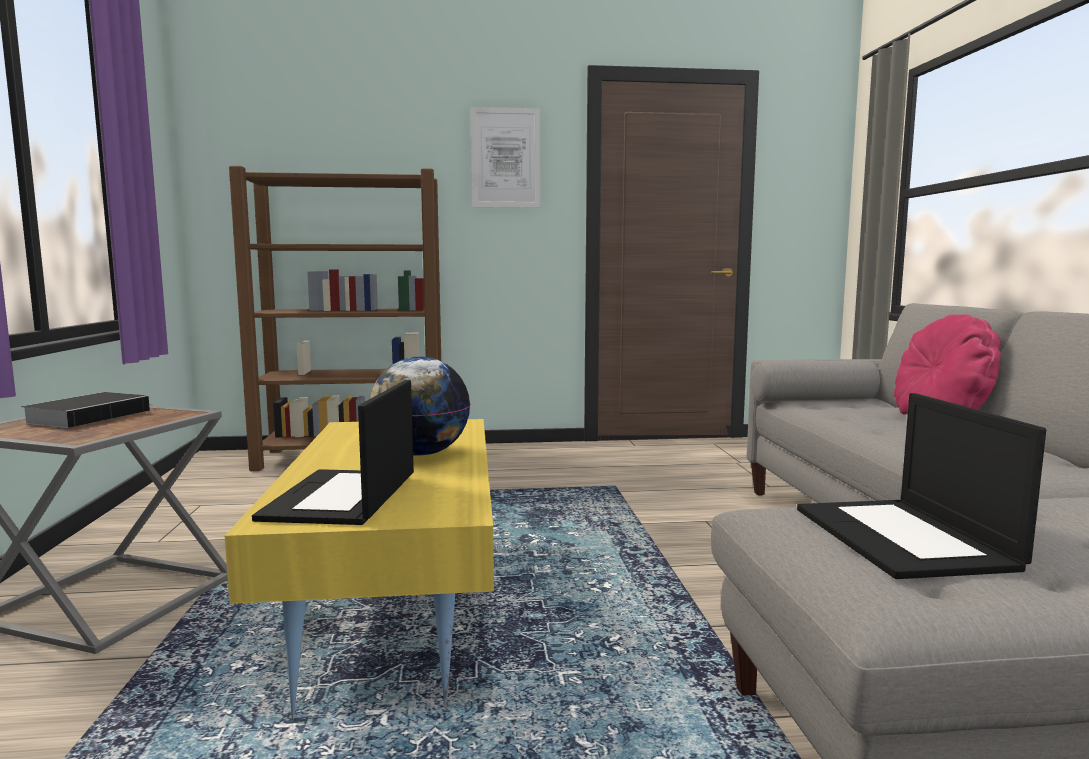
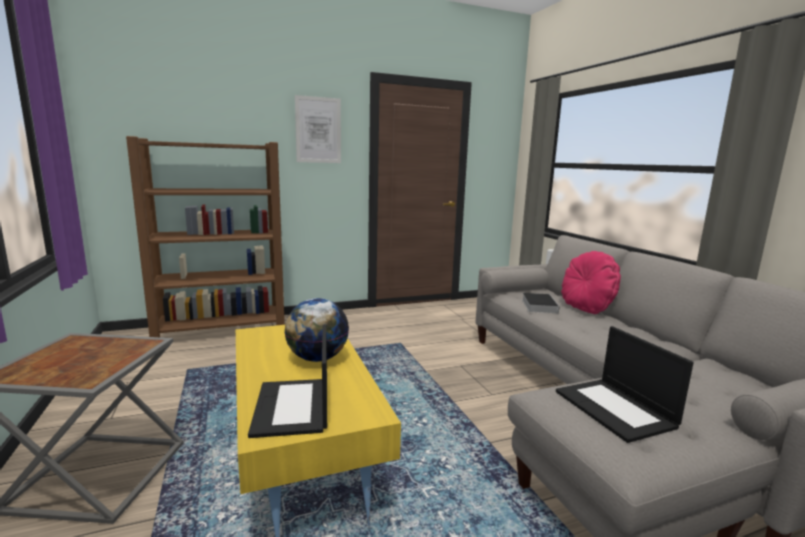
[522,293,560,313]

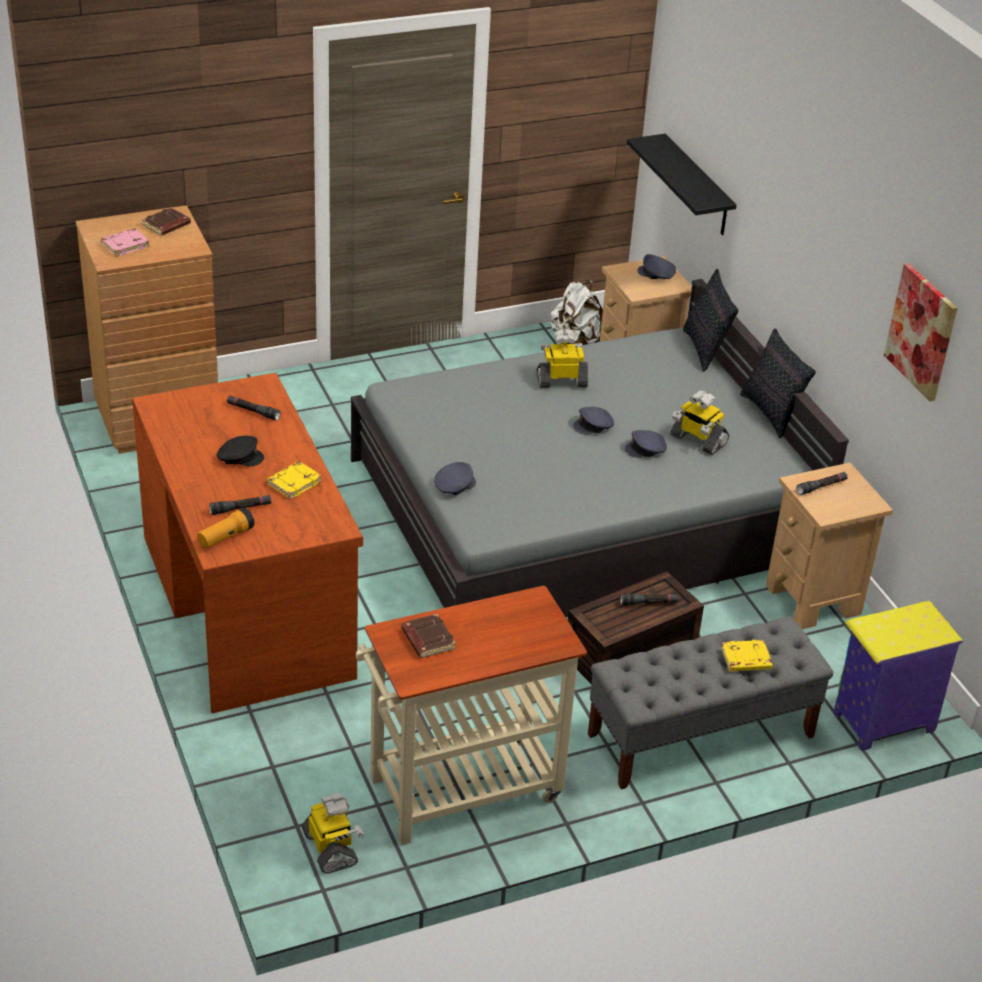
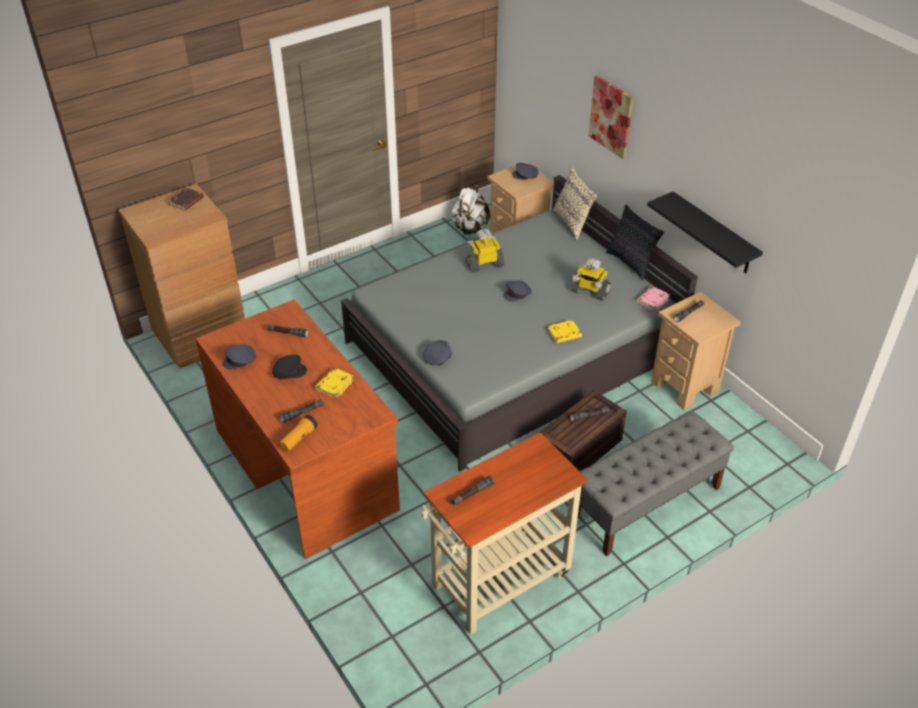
[647,191,763,273]
[637,286,670,311]
[589,75,633,159]
[552,167,597,240]
[223,345,256,370]
[834,600,963,751] (first image)
[451,476,495,506]
[547,320,582,343]
[302,793,364,874] (first image)

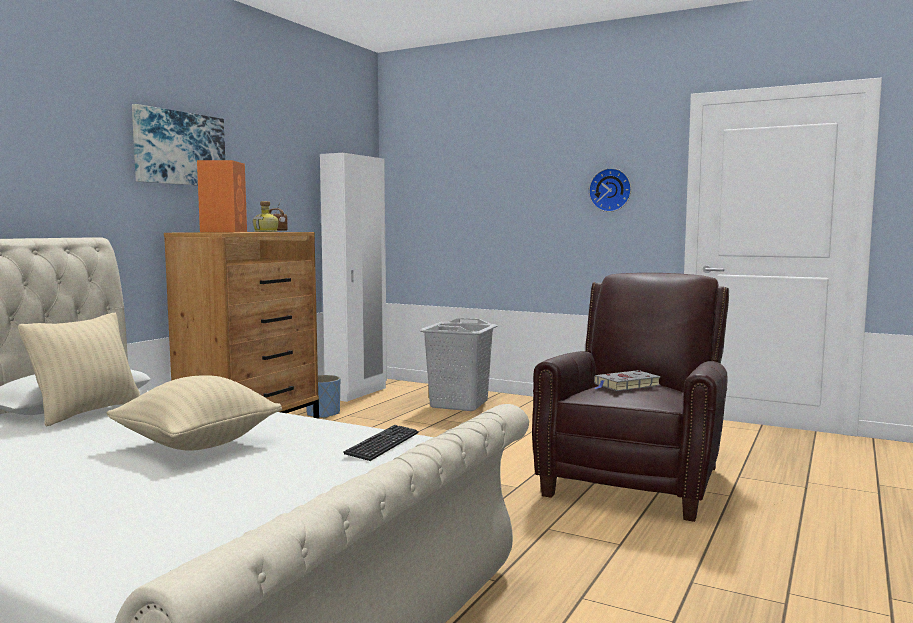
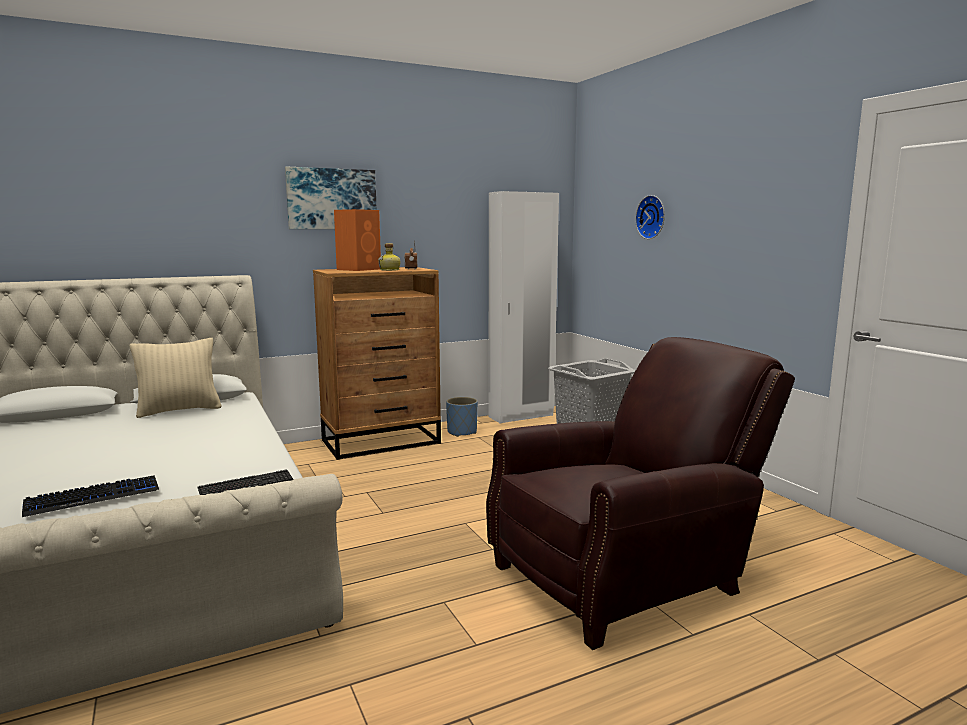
[635,195,665,239]
[594,370,661,391] (first image)
[107,375,282,451] (first image)
[22,475,159,517]

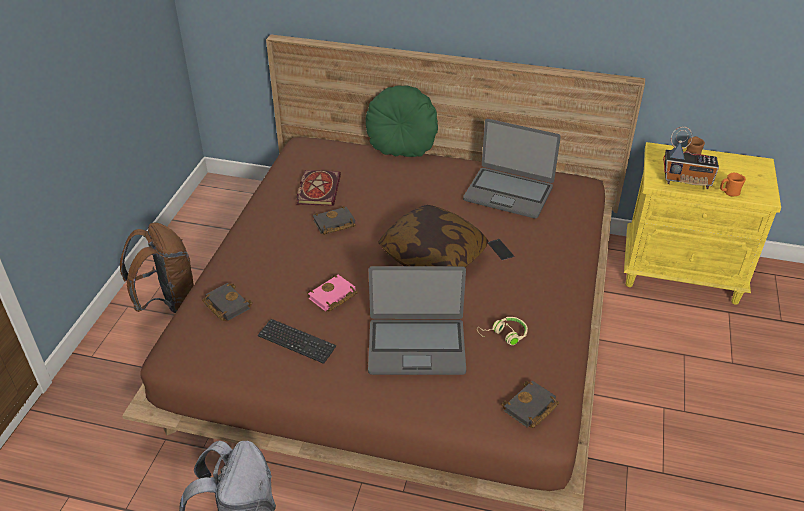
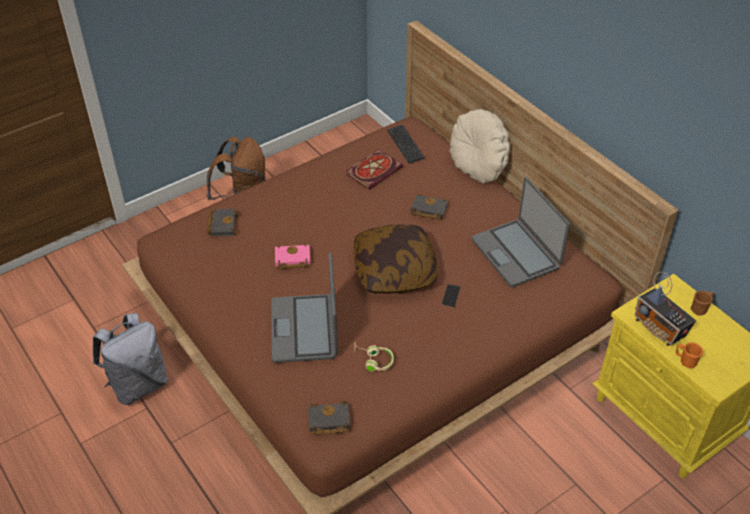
[450,109,510,184]
[411,194,448,220]
[271,253,338,363]
[387,124,425,164]

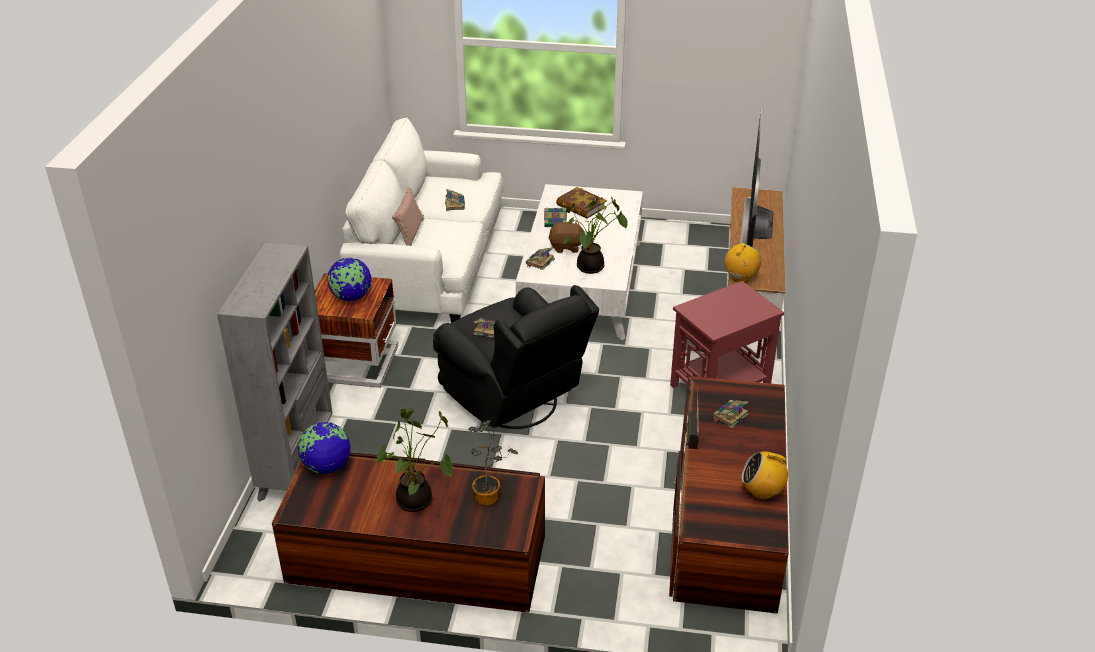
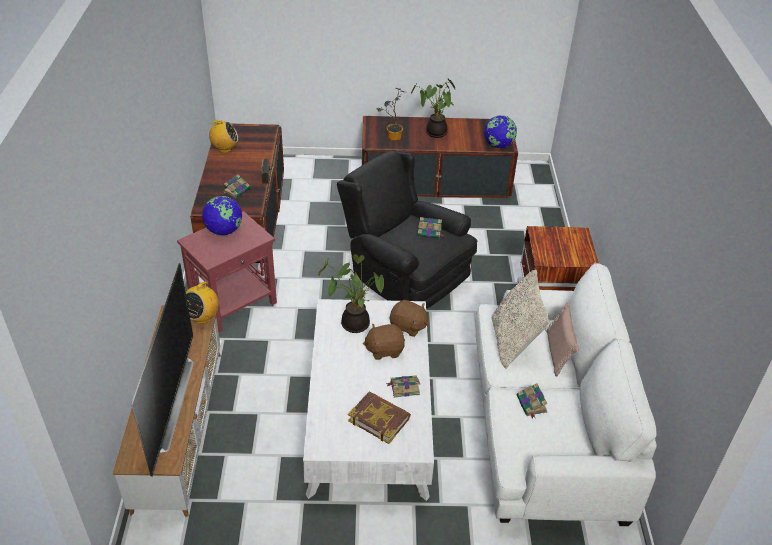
[217,242,333,502] (first image)
[390,300,429,337]
[202,196,242,235]
[492,270,550,369]

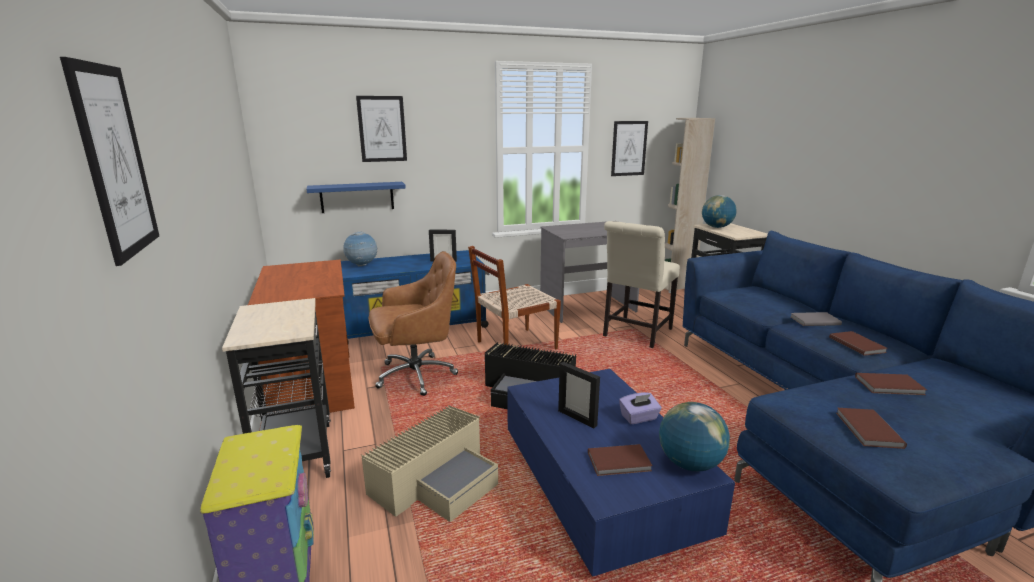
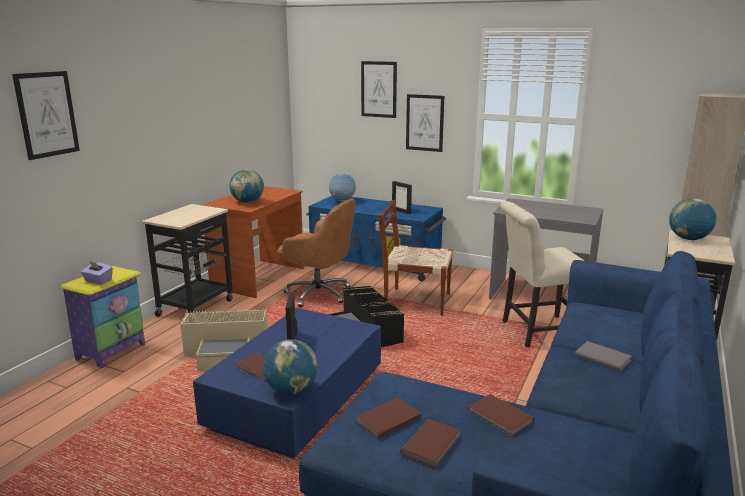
[406,94,444,152]
[306,182,406,213] (first image)
[400,419,461,468]
[81,261,113,284]
[230,169,264,203]

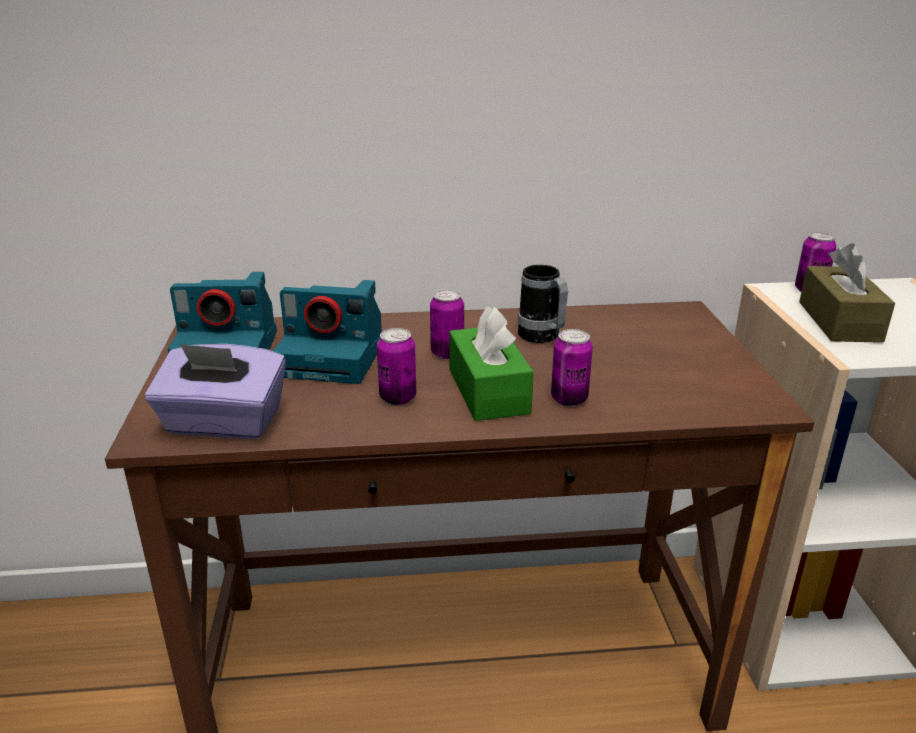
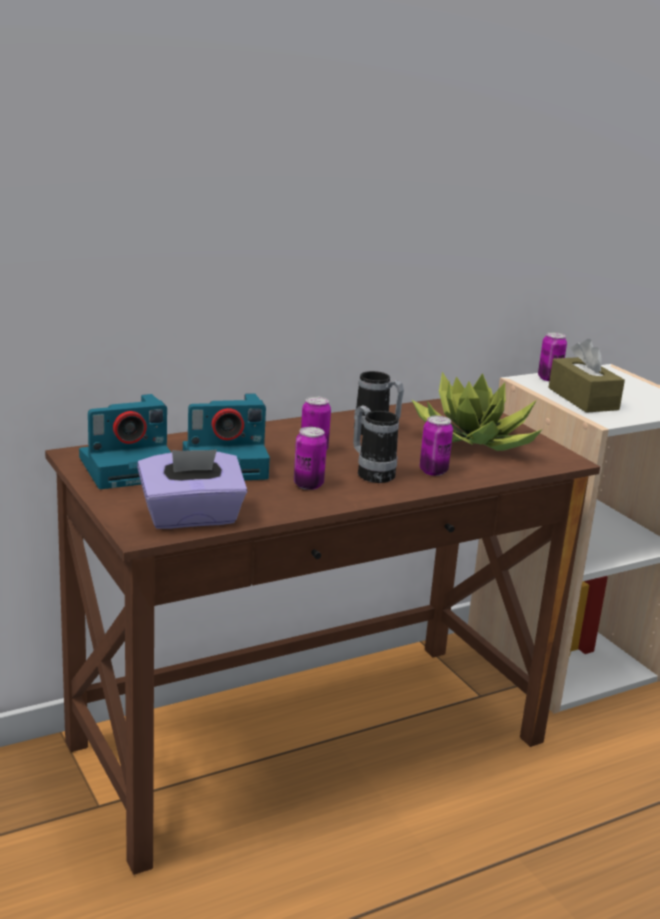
[353,405,399,483]
[411,372,543,451]

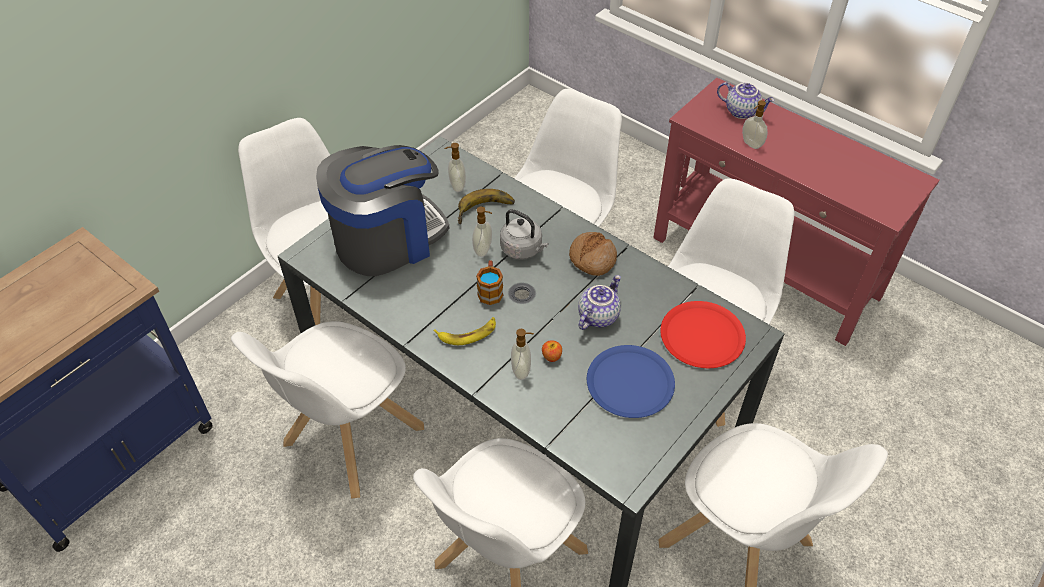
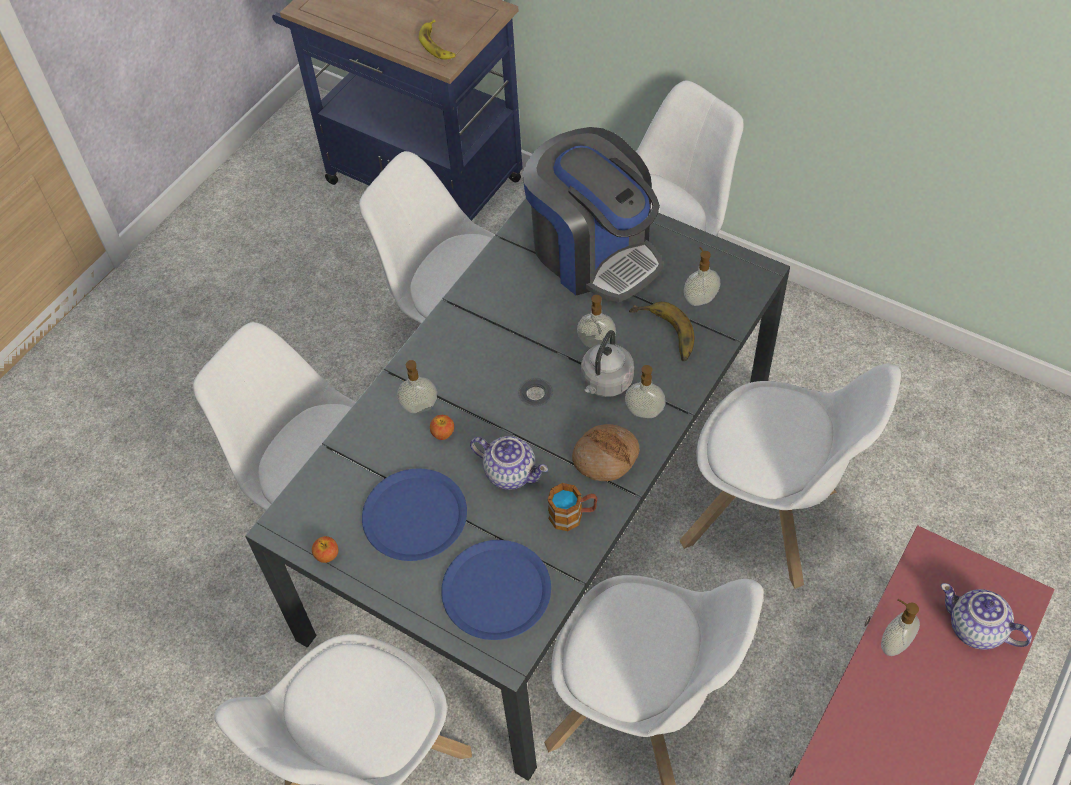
[941,583,1032,650]
[548,483,597,531]
[441,540,551,640]
[419,19,456,60]
[625,365,666,418]
[312,536,338,563]

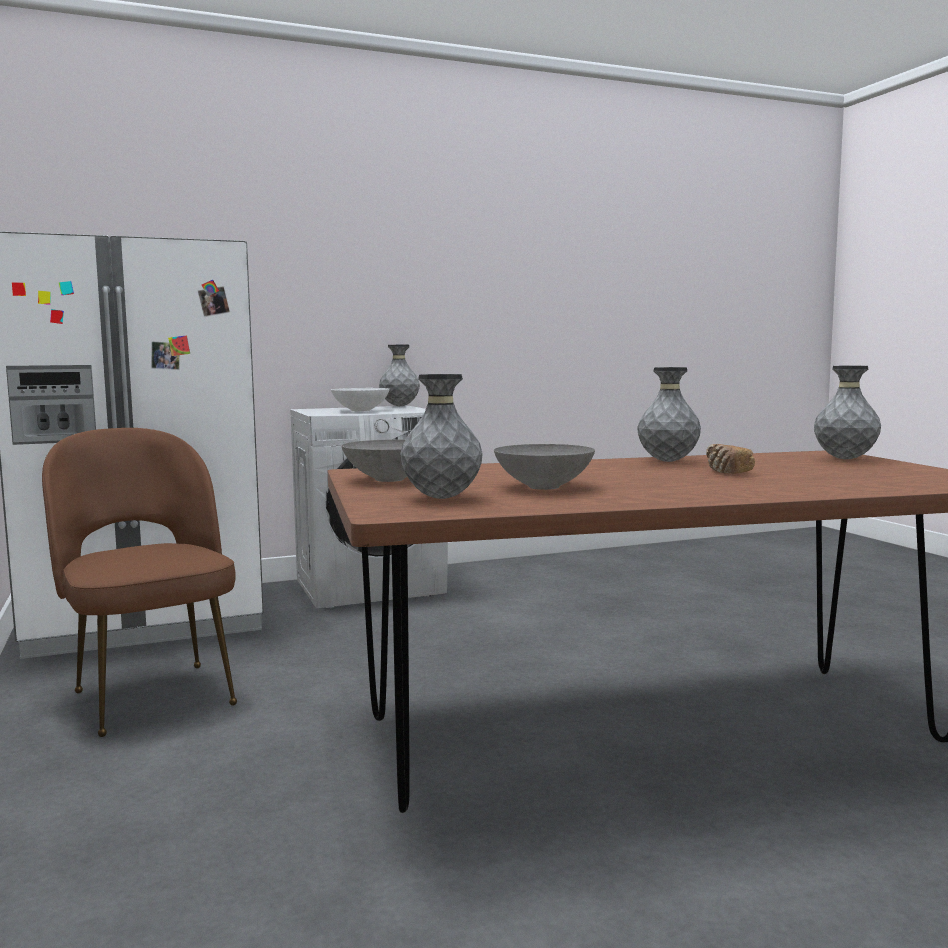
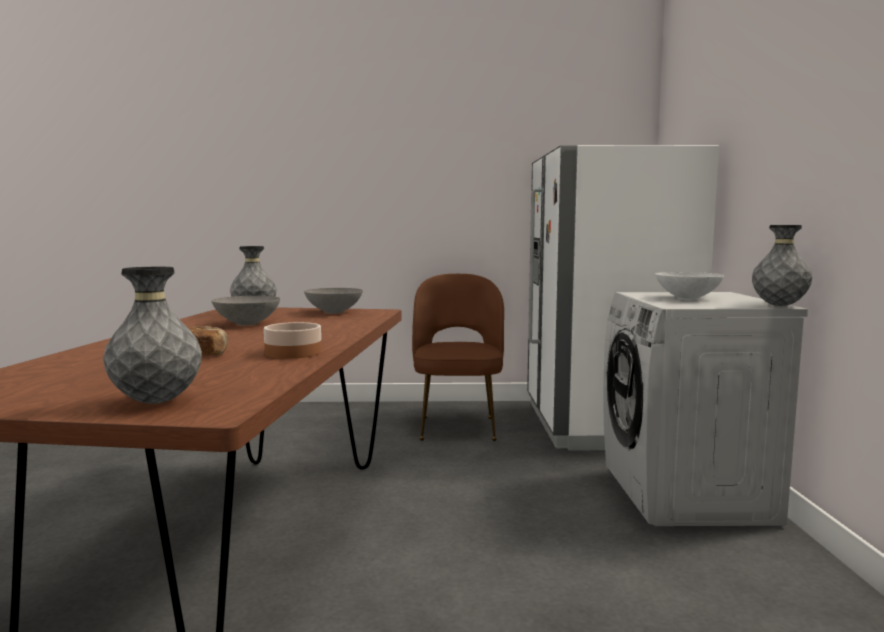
[264,322,321,359]
[412,274,504,441]

